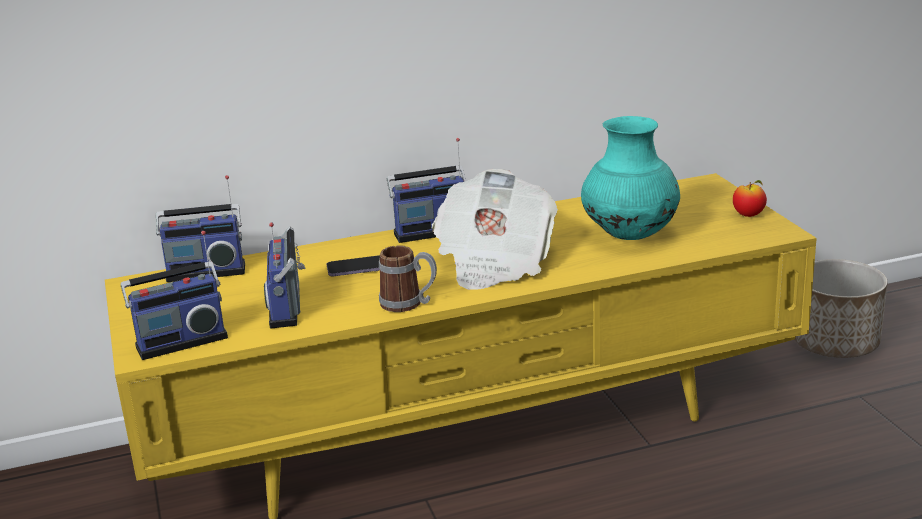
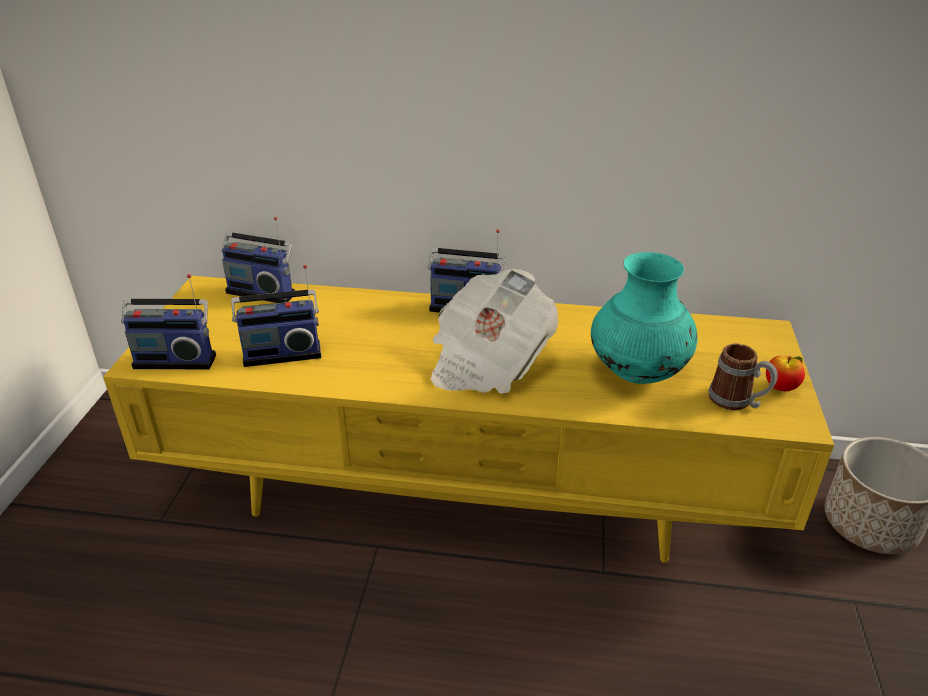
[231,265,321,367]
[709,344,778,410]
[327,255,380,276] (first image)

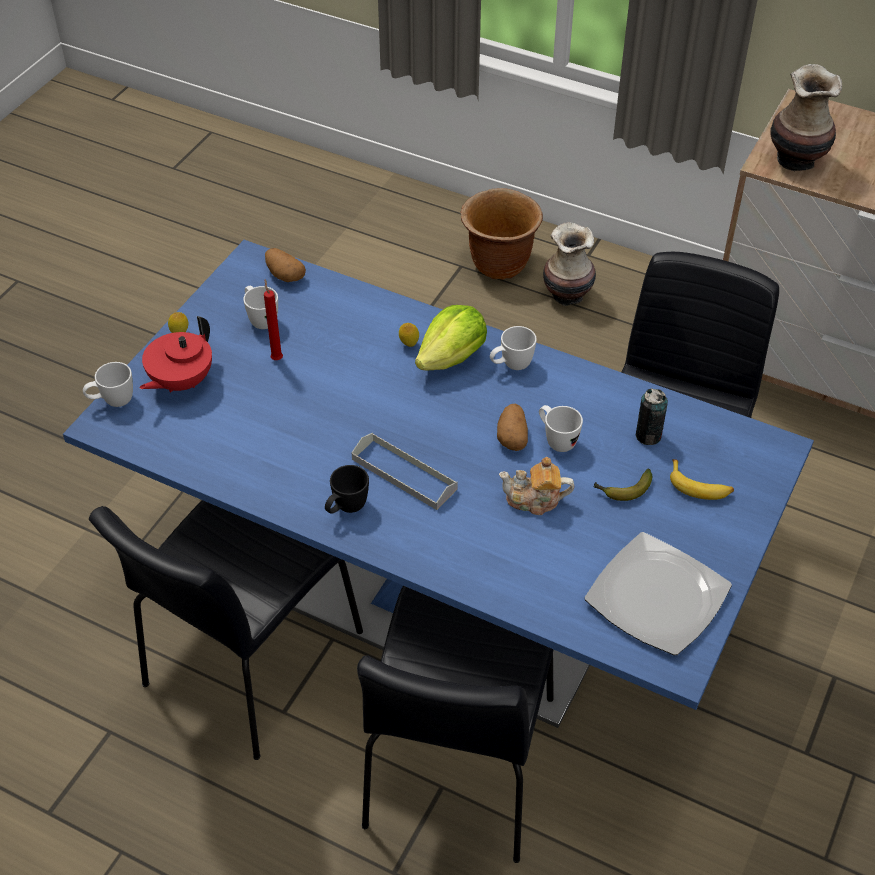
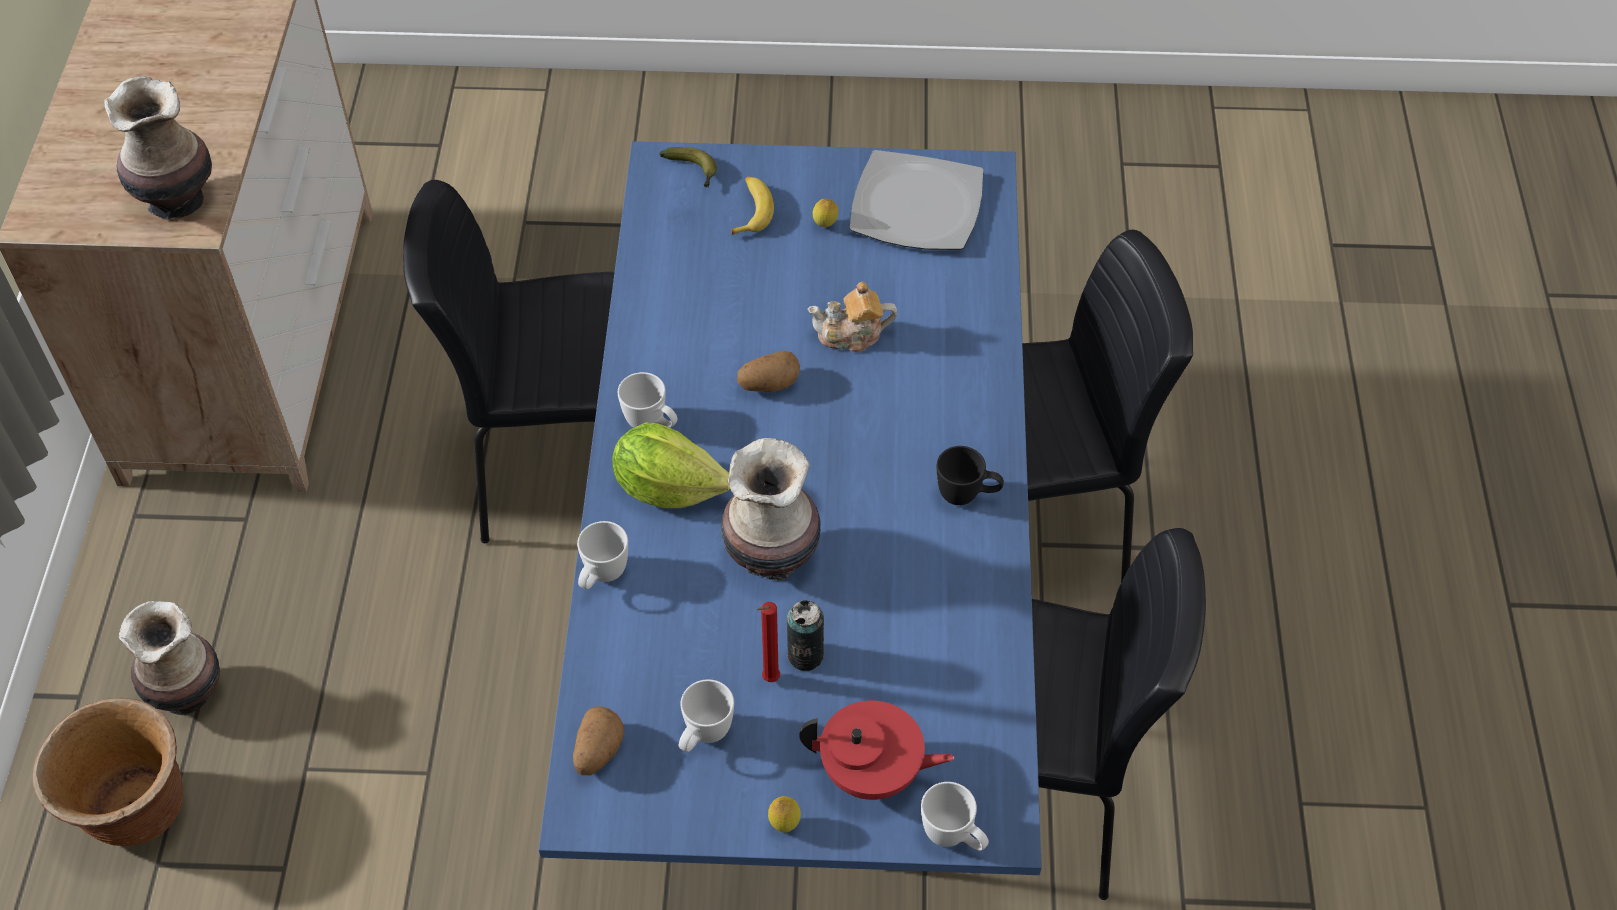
[813,199,838,227]
[787,600,824,671]
[577,521,628,589]
[351,433,458,510] (first image)
[807,281,897,352]
[659,147,717,188]
[721,438,821,581]

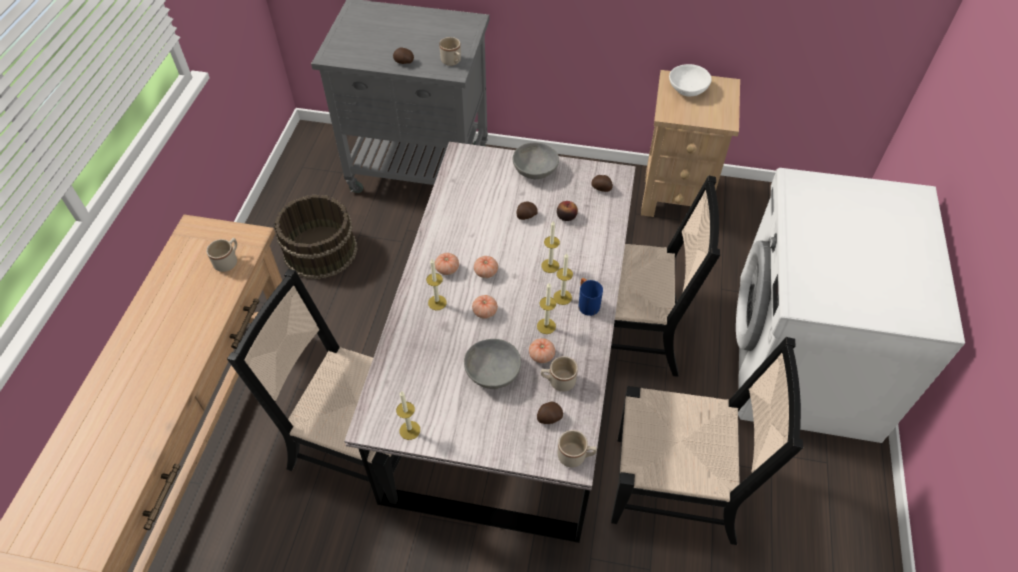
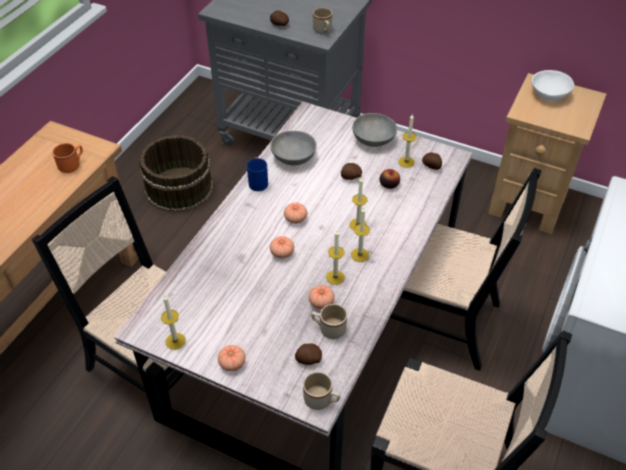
[52,143,83,173]
[218,345,245,371]
[398,114,417,168]
[247,157,268,191]
[270,131,317,165]

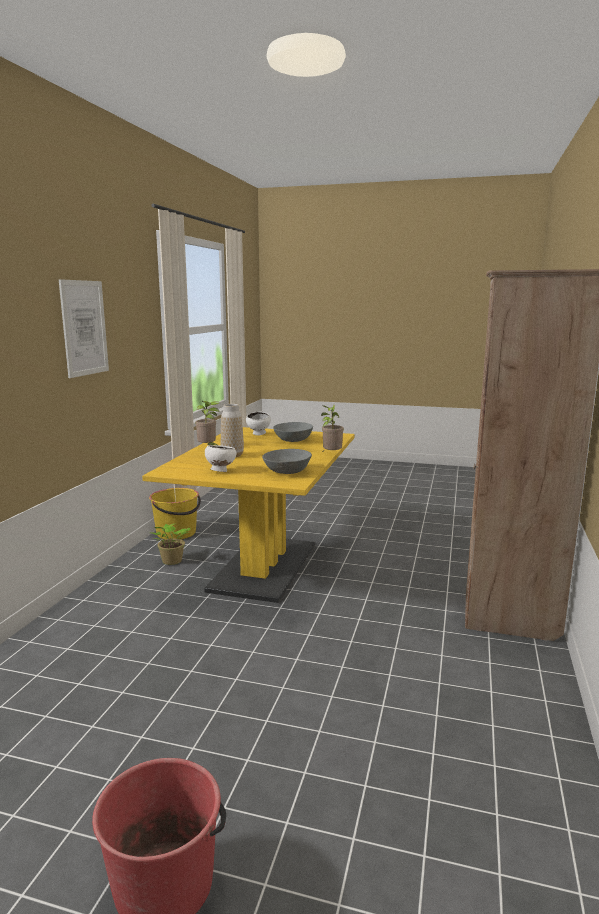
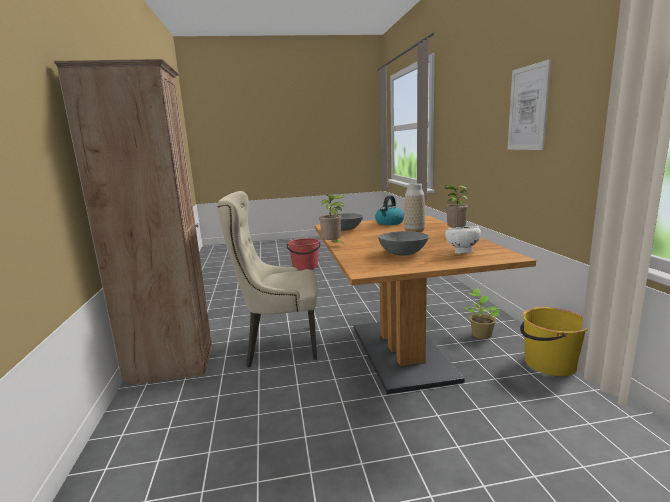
[315,216,536,394]
[375,195,404,225]
[218,191,318,368]

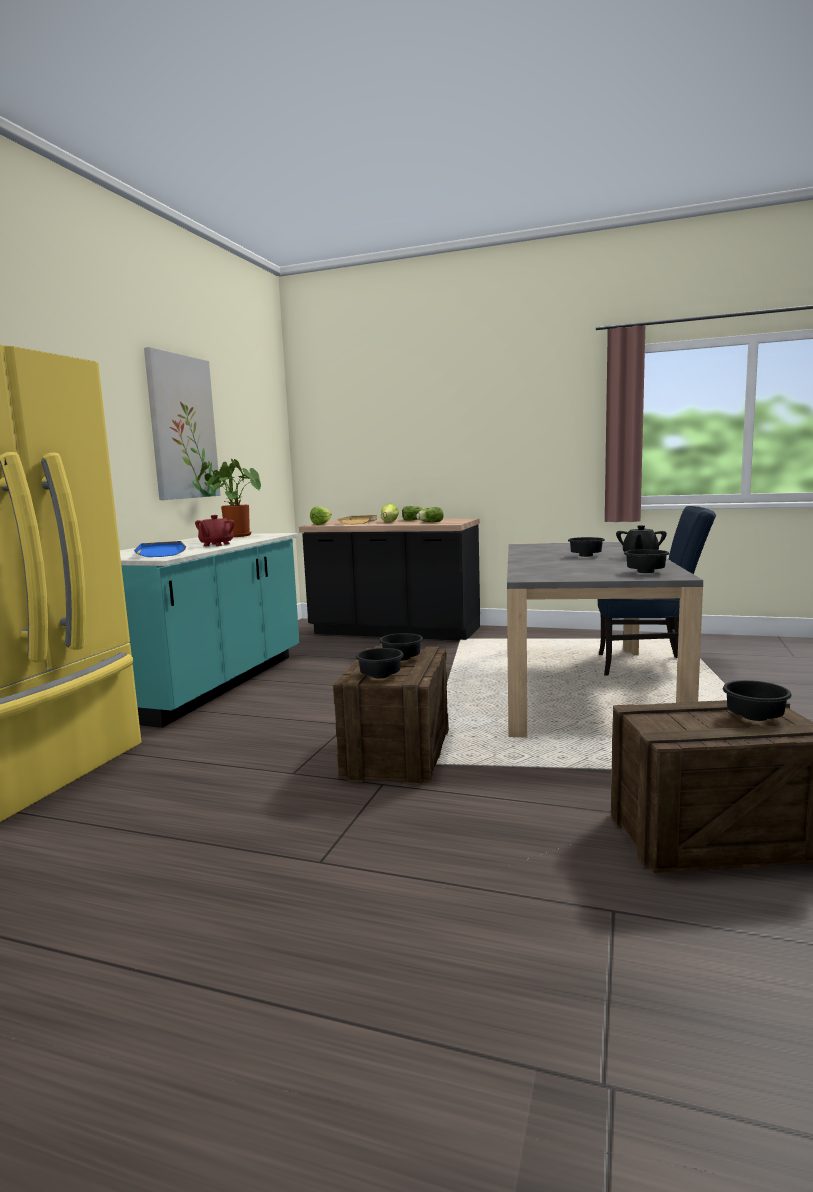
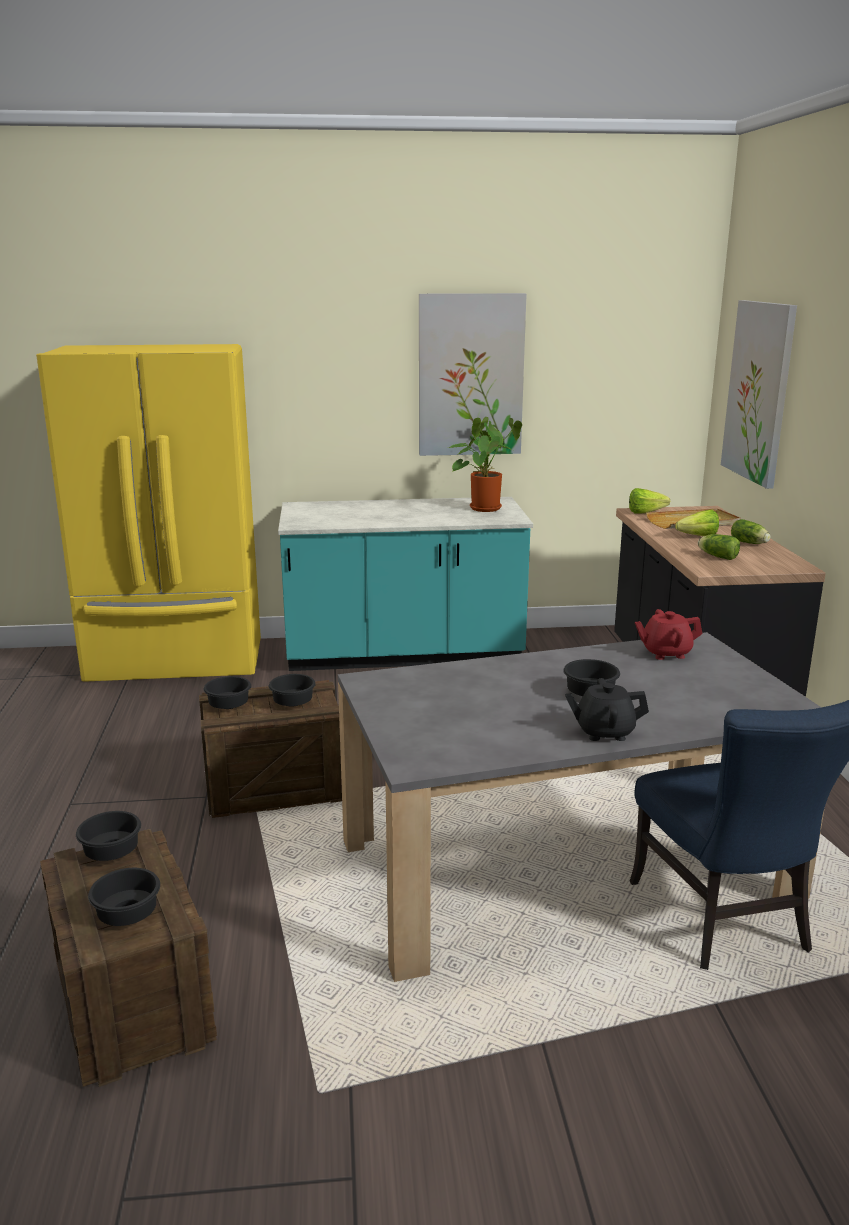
[635,609,702,660]
[134,541,186,557] (first image)
[76,811,141,861]
[721,300,797,489]

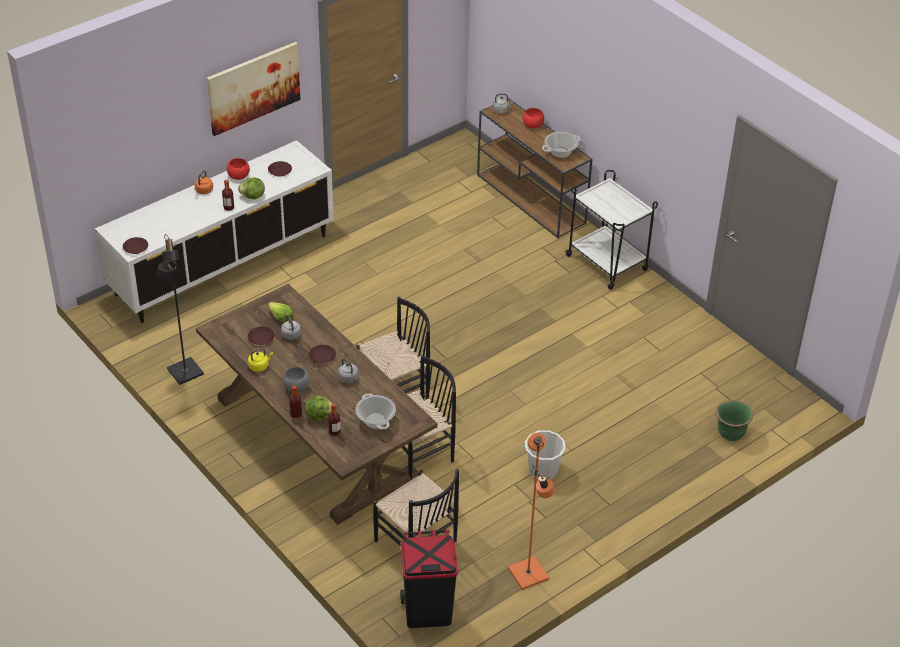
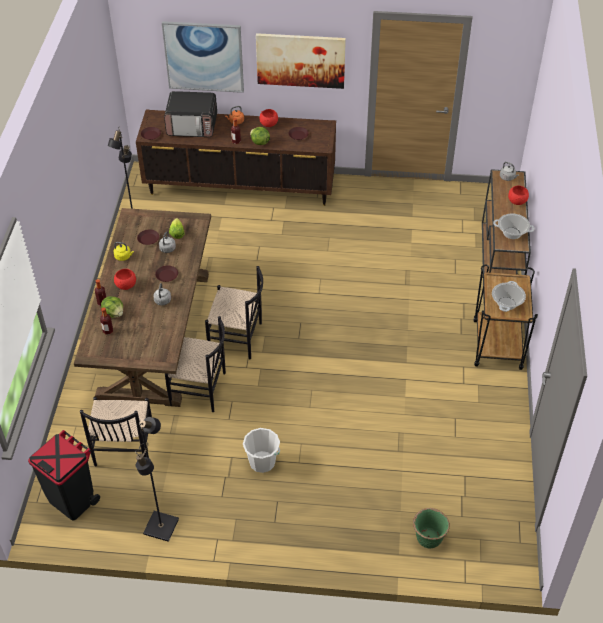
[136,109,336,206]
[473,264,538,370]
[114,269,136,290]
[492,281,526,312]
[135,417,179,542]
[162,21,244,93]
[164,91,217,137]

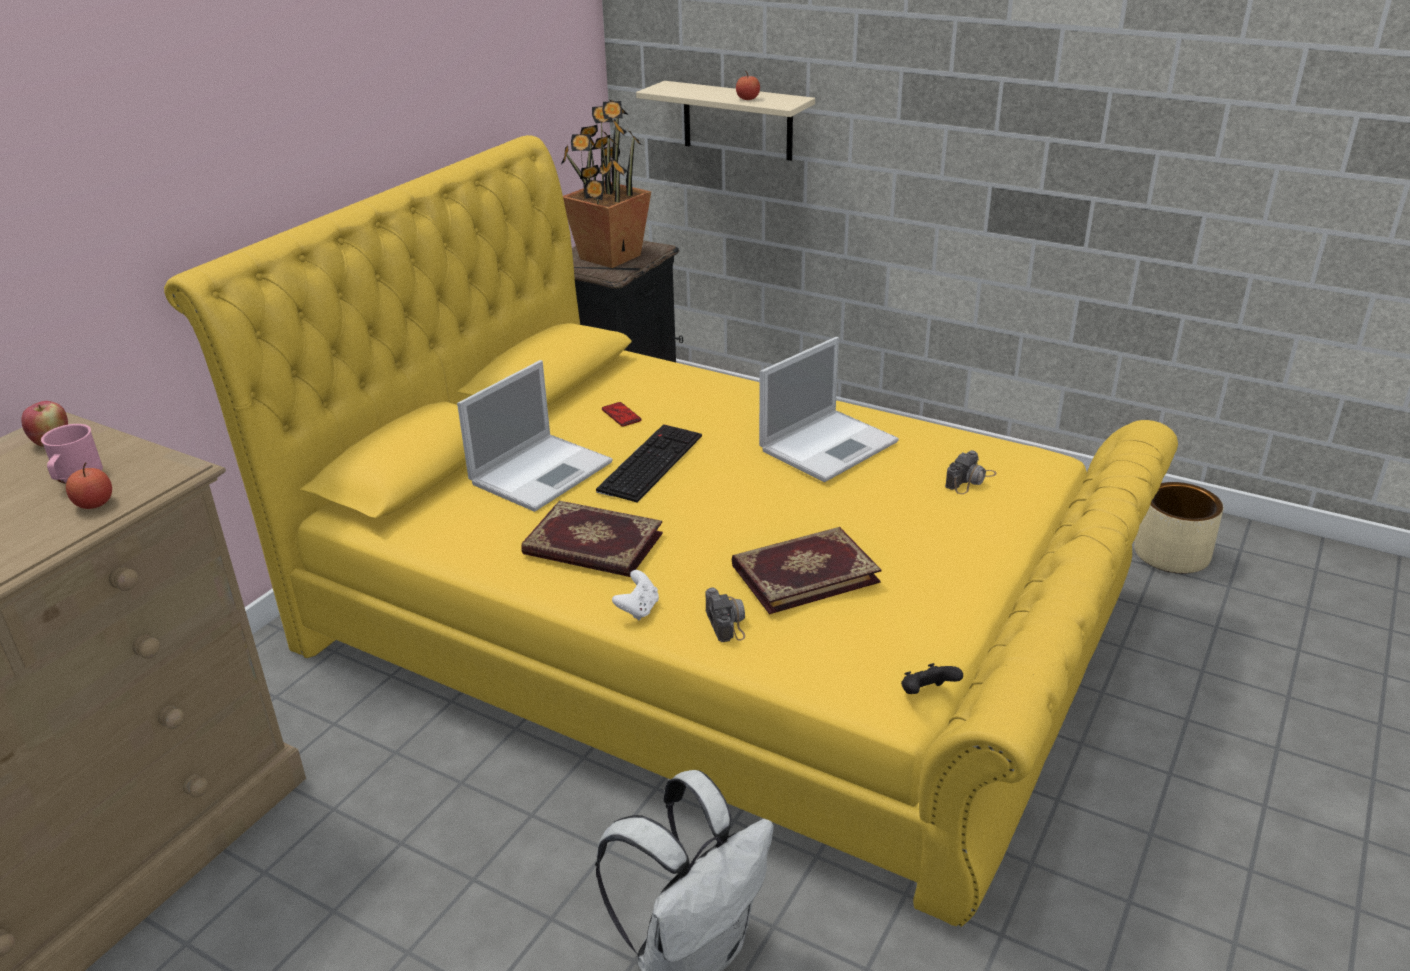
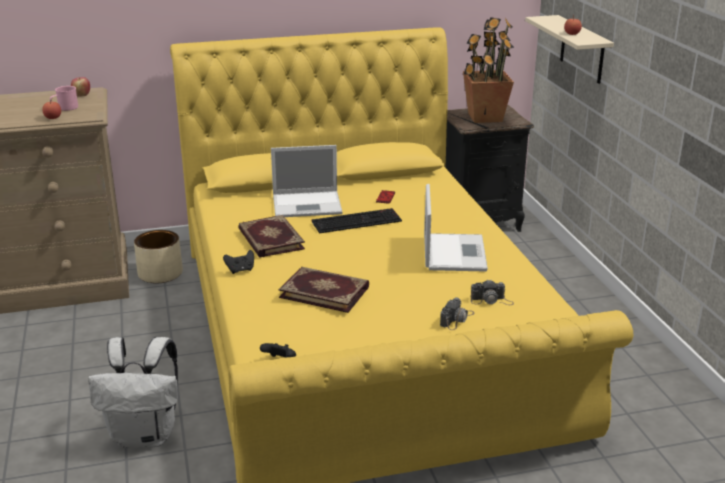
[424,184,488,272]
[134,230,183,283]
[223,250,254,274]
[440,297,475,330]

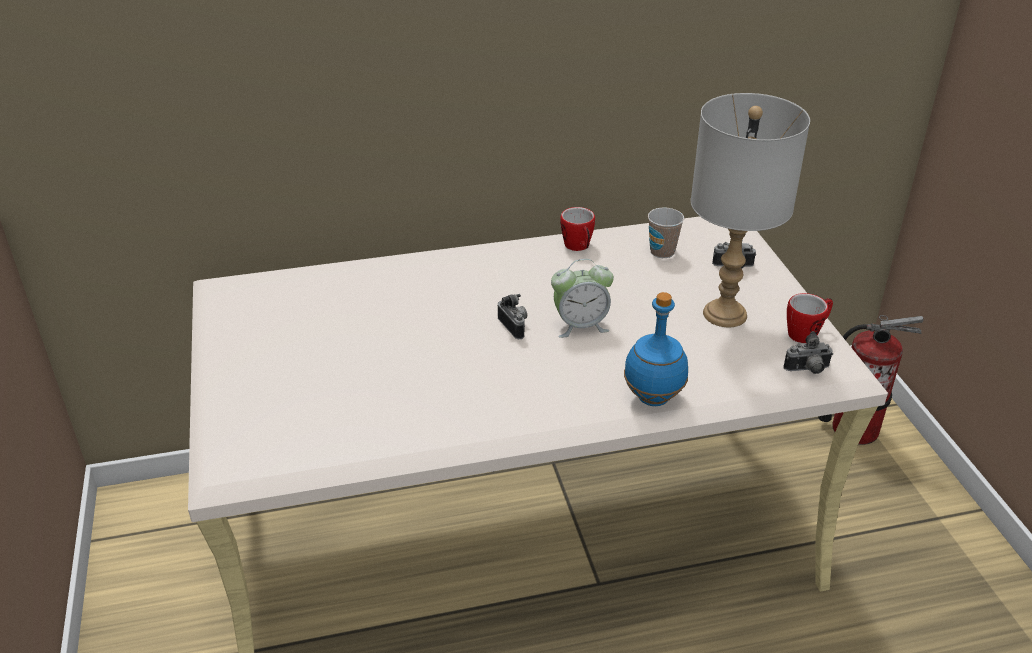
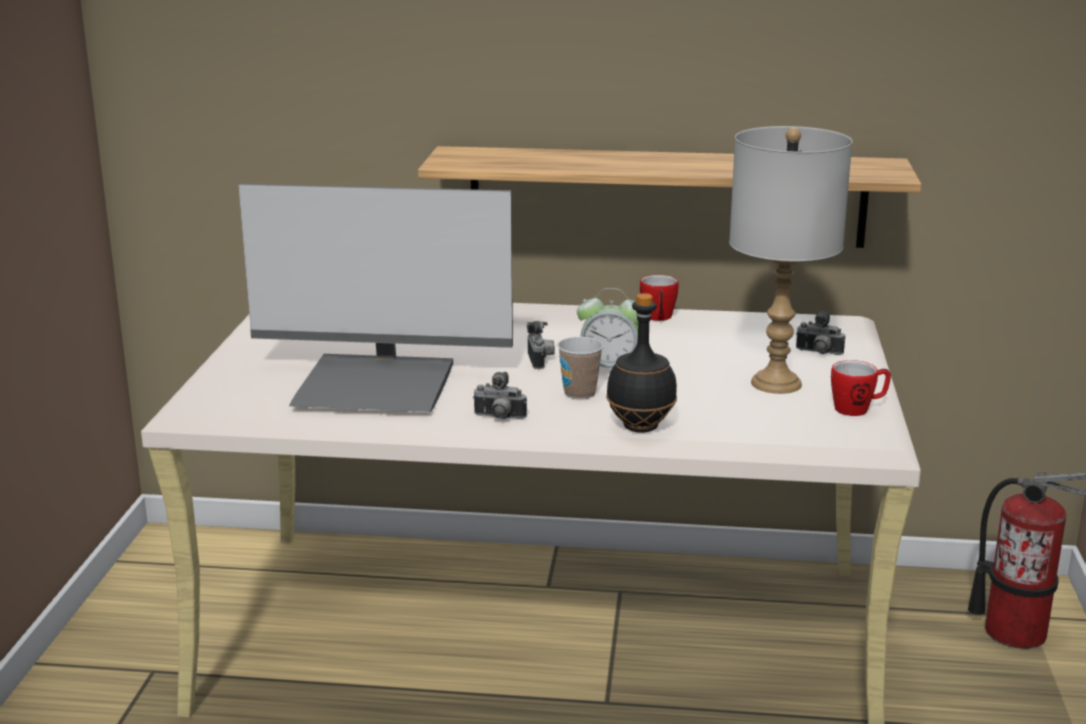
[558,337,603,400]
[606,293,677,433]
[473,372,527,419]
[418,146,921,248]
[238,184,513,412]

